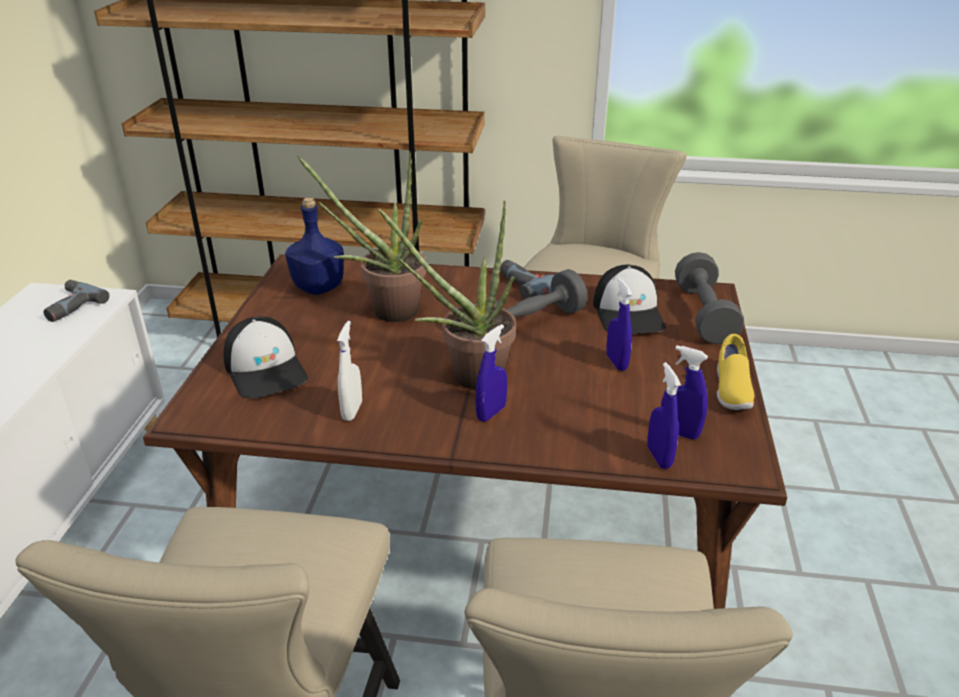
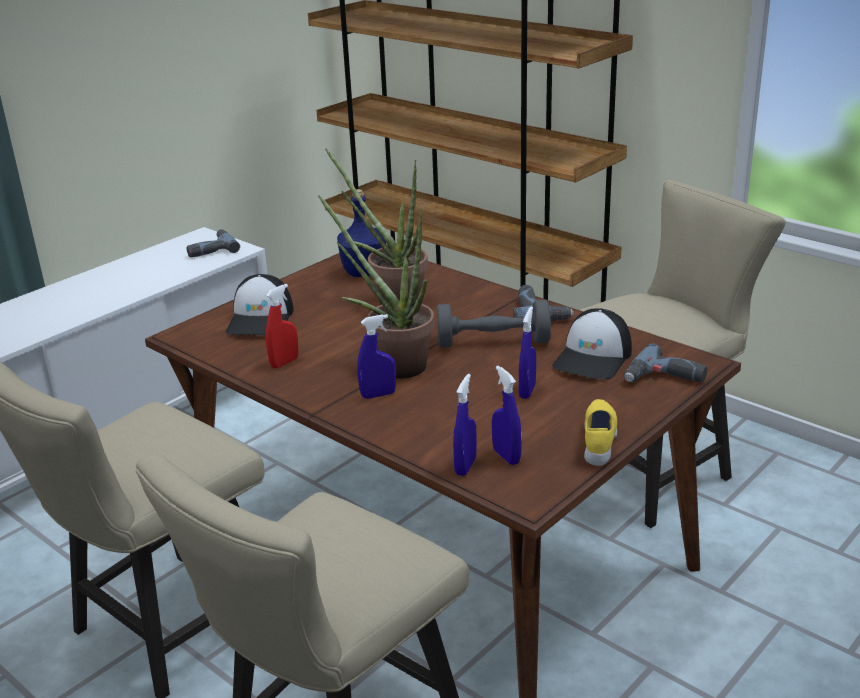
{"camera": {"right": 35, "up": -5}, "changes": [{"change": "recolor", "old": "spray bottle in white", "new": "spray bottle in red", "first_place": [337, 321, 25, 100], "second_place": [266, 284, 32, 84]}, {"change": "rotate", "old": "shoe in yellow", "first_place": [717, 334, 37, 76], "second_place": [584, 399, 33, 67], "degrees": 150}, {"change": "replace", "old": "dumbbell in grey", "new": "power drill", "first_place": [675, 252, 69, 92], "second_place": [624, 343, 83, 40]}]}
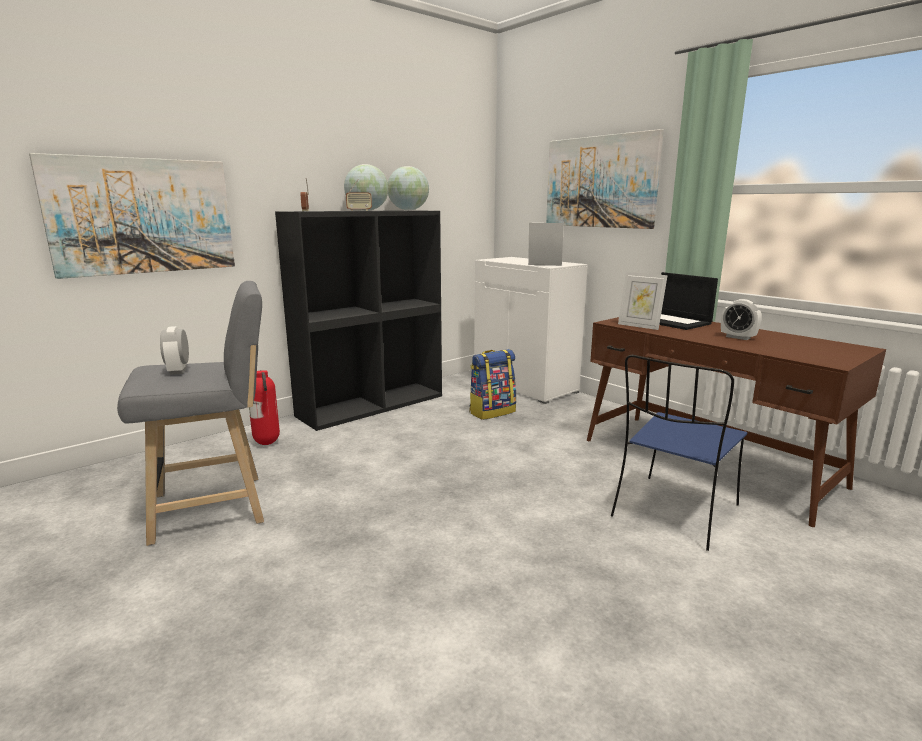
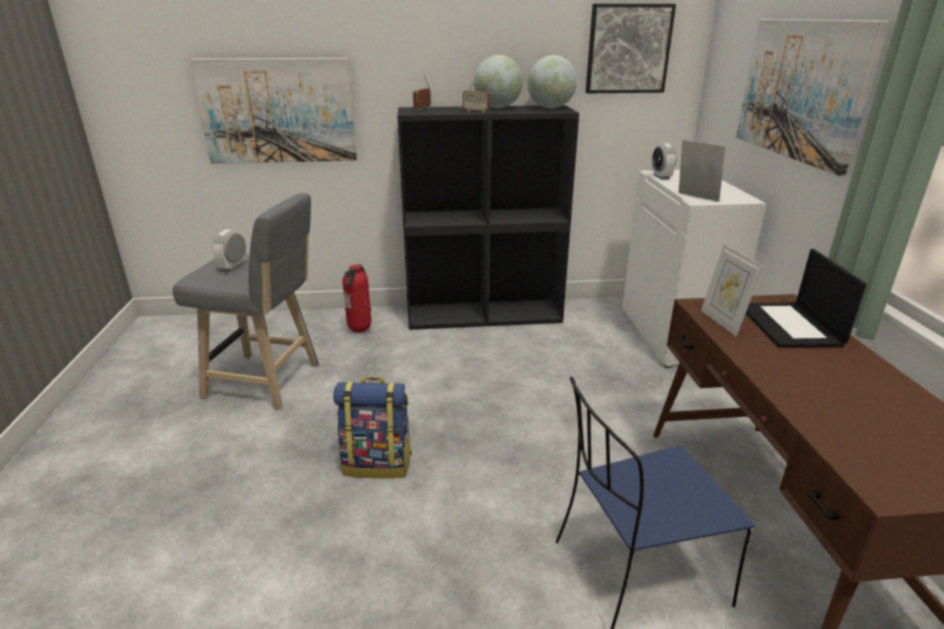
{"camera": {"right": 35, "up": 10}, "changes": [{"change": "move", "old": "backpack", "first_place": [469, 349, 47, 71], "second_place": [333, 377, 79, 102]}, {"change": "insert", "new": "picture", "second_place": [586, 4, 90, 89]}, {"change": "move", "old": "alarm clock", "first_place": [721, 299, 41, 41], "second_place": [652, 143, 25, 36]}]}
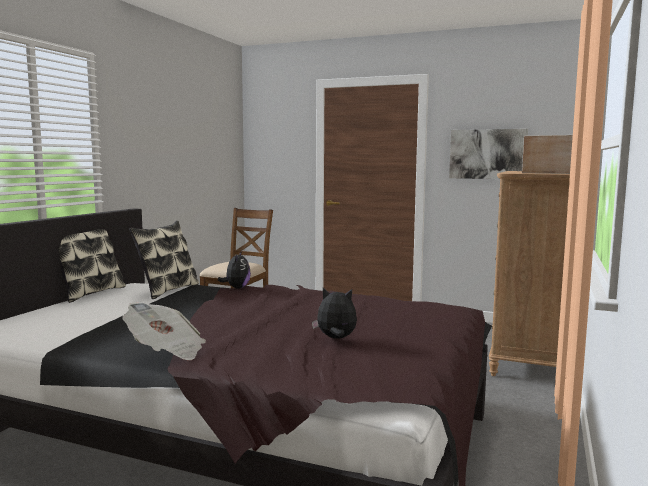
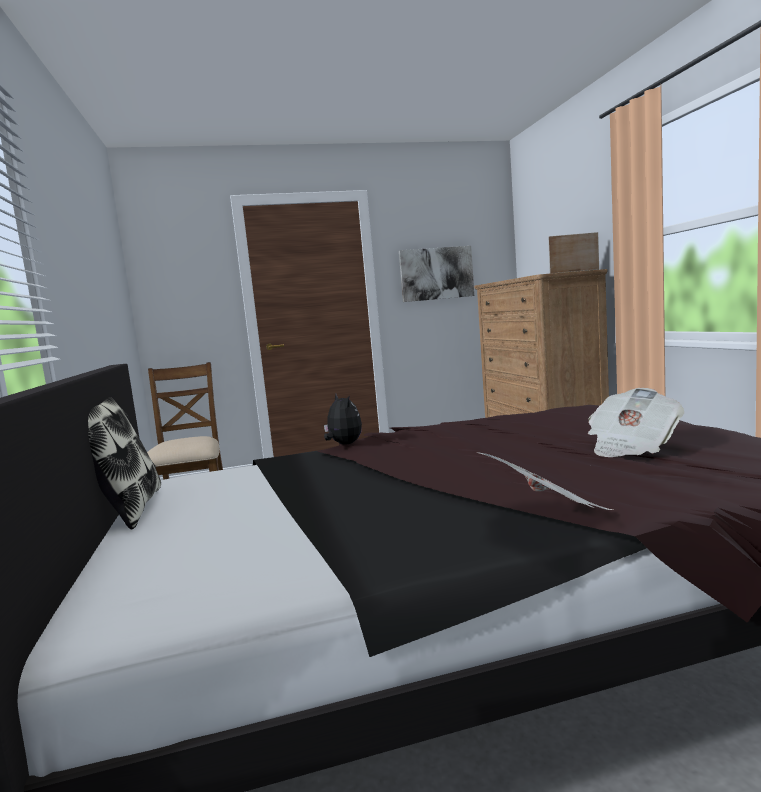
{"camera": {"right": -35, "up": 0}, "changes": [{"change": "replace", "old": "plush toy", "new": "newspaper", "first_place": [312, 288, 45, 51], "second_place": [588, 388, 97, 69]}, {"change": "delete", "old": "pillow", "first_place": [129, 221, 70, 78]}]}
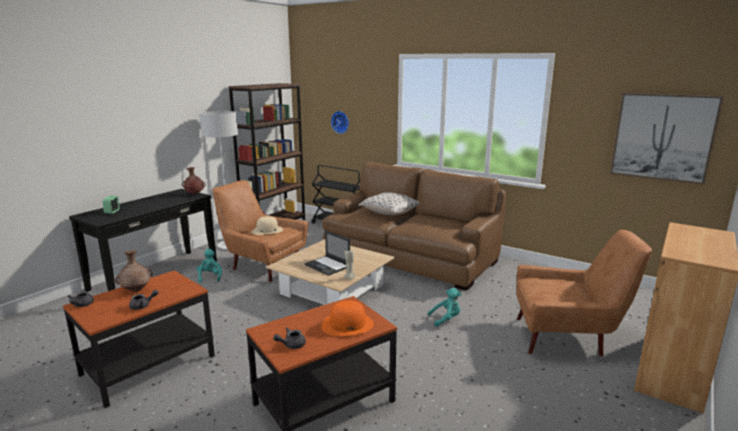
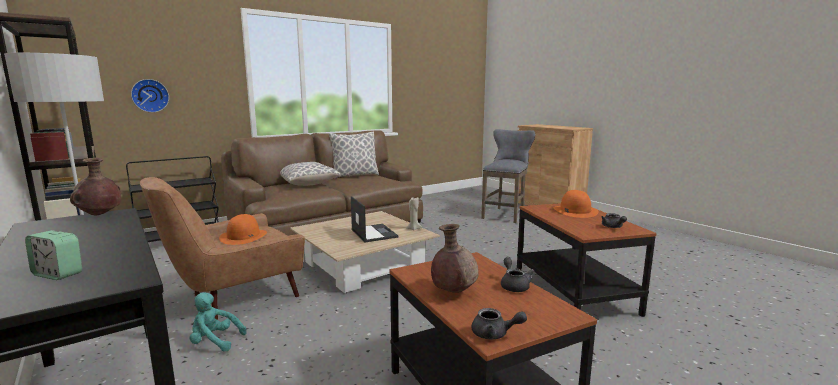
{"camera": {"right": -70, "up": -5}, "changes": [{"change": "recolor", "old": "hat in beige", "new": "hat in orange", "first_place": [252, 216, 31, 19], "second_place": [219, 214, 48, 31]}, {"change": "insert", "new": "pillow", "second_place": [329, 131, 50, 48]}, {"change": "rotate", "old": "laptop", "first_place": [305, 230, 45, 46], "second_place": [351, 196, 48, 46], "degrees": -90}, {"change": "replace", "old": "armchair in brown", "new": "stool in grey", "first_place": [516, 230, 136, 126], "second_place": [481, 129, 54, 94]}, {"change": "delete", "old": "plush toy in turquoise", "first_place": [428, 288, 33, 39]}, {"change": "delete", "old": "picture", "first_place": [610, 93, 113, 92]}]}
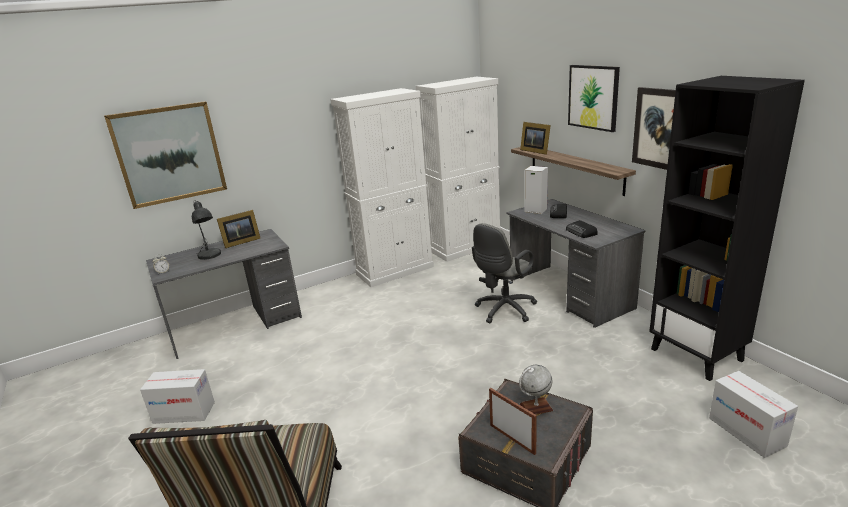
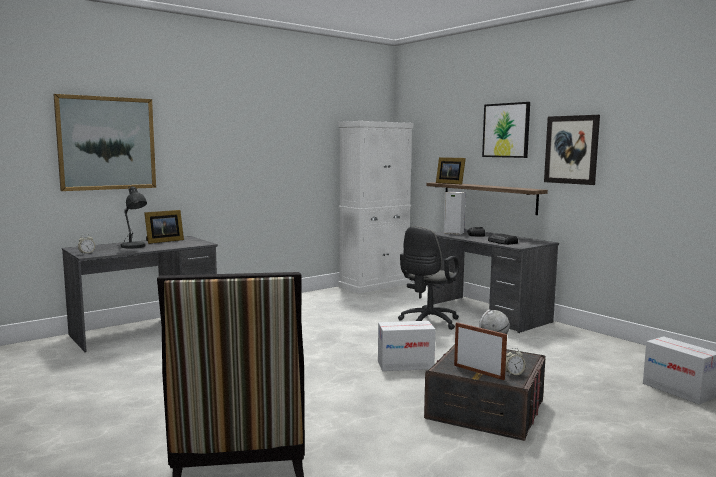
{"camera": {"right": -10, "up": -15}, "changes": [{"change": "move", "old": "cardboard box", "first_place": [140, 369, 75, 55], "second_place": [378, 321, 57, 50]}, {"change": "insert", "new": "alarm clock", "second_place": [505, 348, 21, 28]}, {"change": "delete", "old": "cabinet in white", "first_place": [330, 88, 104, 199]}, {"change": "delete", "old": "bookcase in black", "first_place": [649, 76, 156, 305]}]}
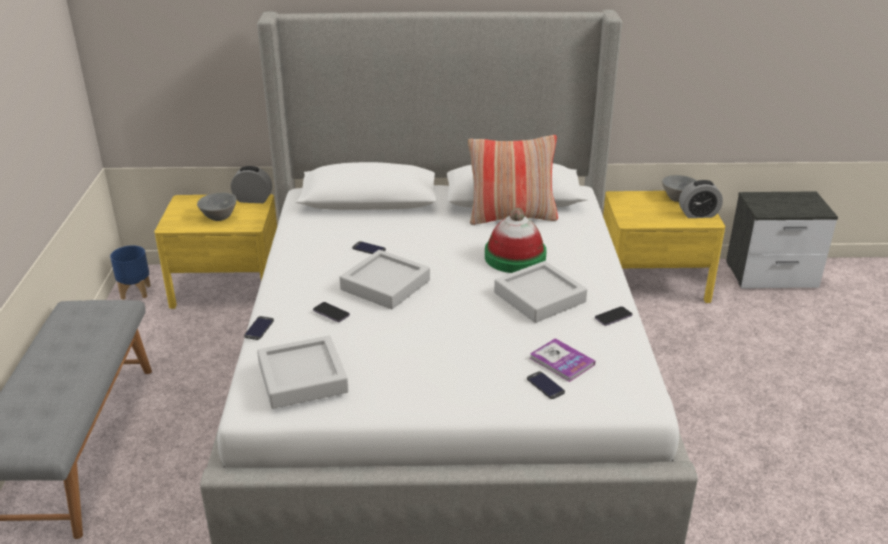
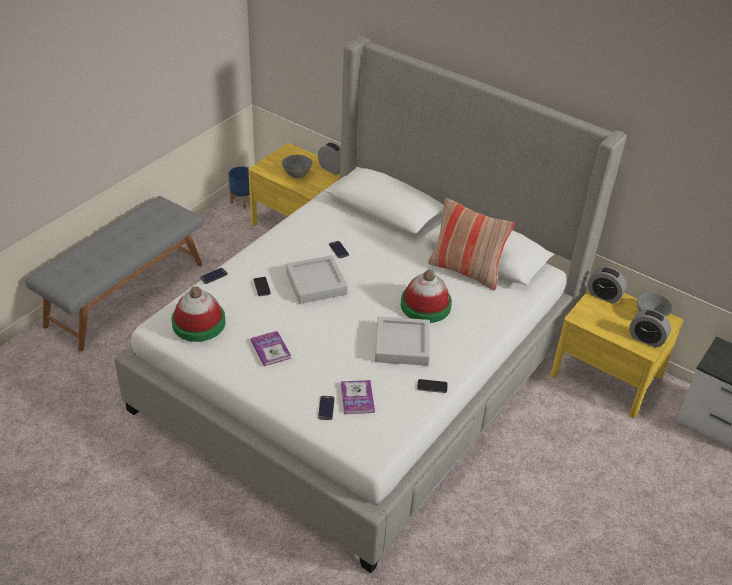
{"camera": {"right": 35, "up": 10}, "changes": [{"change": "replace", "old": "tray in grey", "new": "hat", "first_place": [257, 336, 92, 73], "second_place": [172, 286, 54, 56]}, {"change": "insert", "new": "book", "second_place": [251, 331, 40, 35]}, {"change": "insert", "new": "alarm clock", "second_place": [588, 267, 39, 37]}]}
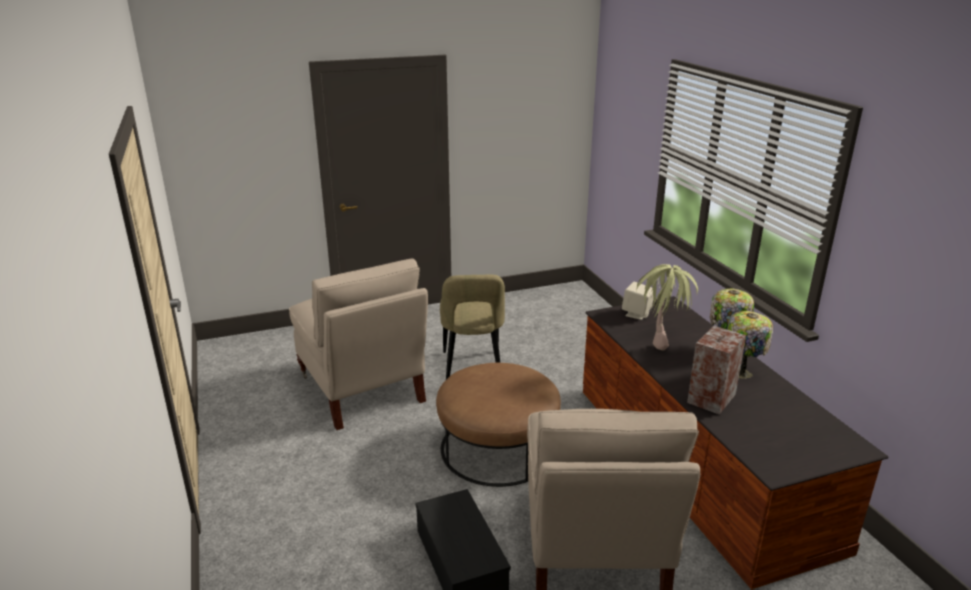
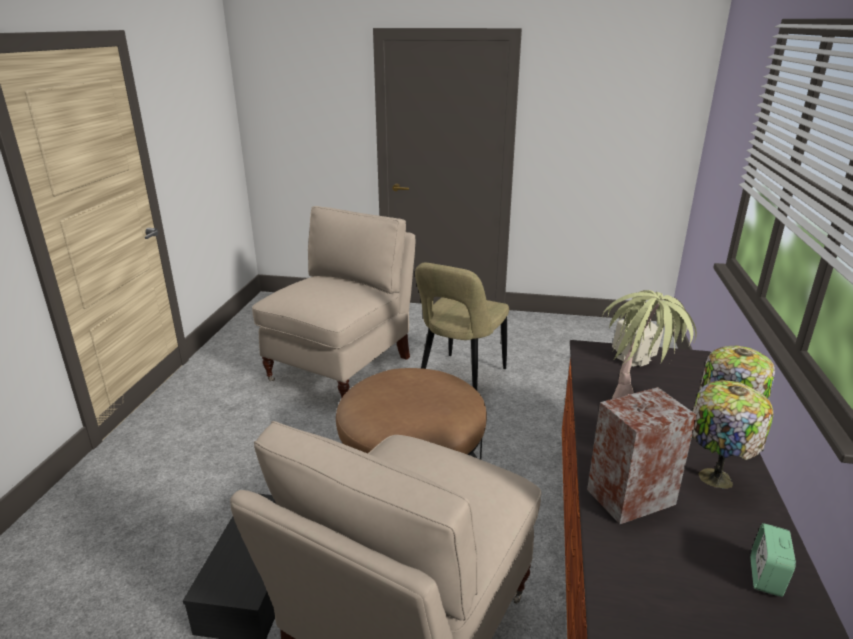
{"camera": {"right": 30, "up": 0}, "changes": [{"change": "rotate", "old": "chair in beige", "first_place": [289, 259, 139, 171], "second_place": [252, 206, 163, 193], "degrees": -150}, {"change": "insert", "new": "alarm clock", "second_place": [751, 523, 45, 74]}]}
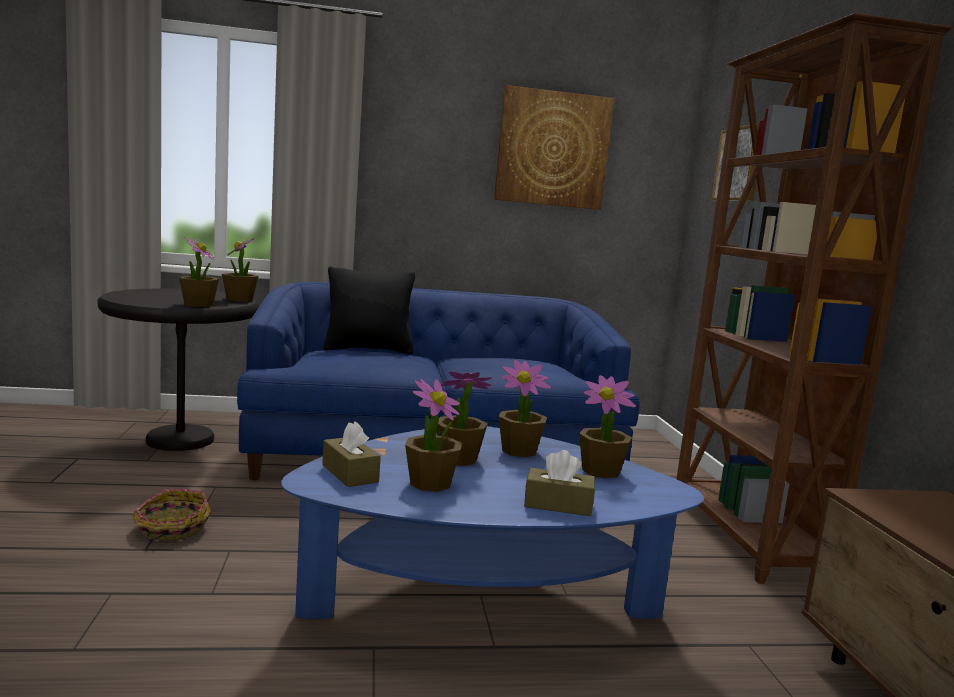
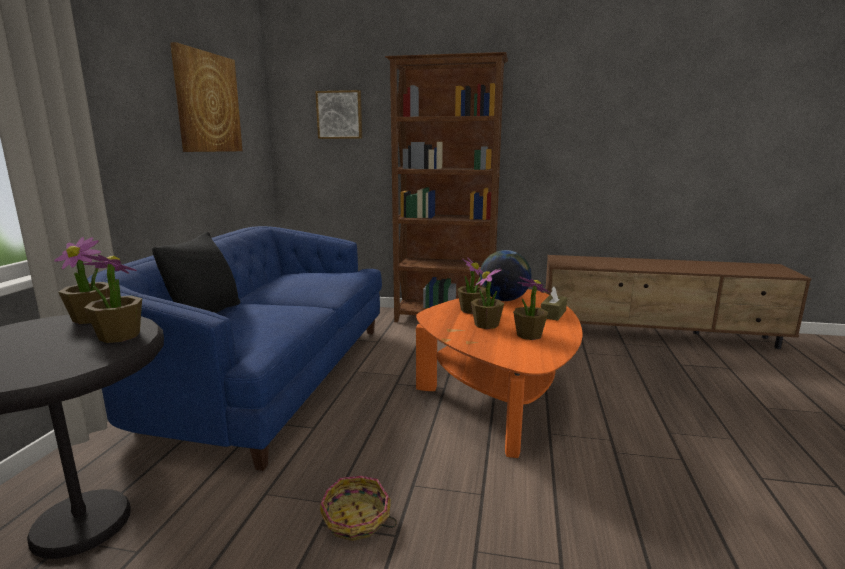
{"camera": {"right": -70, "up": 5}, "changes": [{"change": "recolor", "old": "coffee table in blue", "new": "coffee table in orange", "first_place": [282, 426, 422, 193], "second_place": [416, 289, 166, 169]}, {"change": "replace", "old": "potted plant", "new": "globe", "first_place": [579, 375, 57, 103], "second_place": [480, 250, 52, 51]}, {"change": "delete", "old": "tissue box in brown", "first_place": [322, 422, 59, 65]}]}
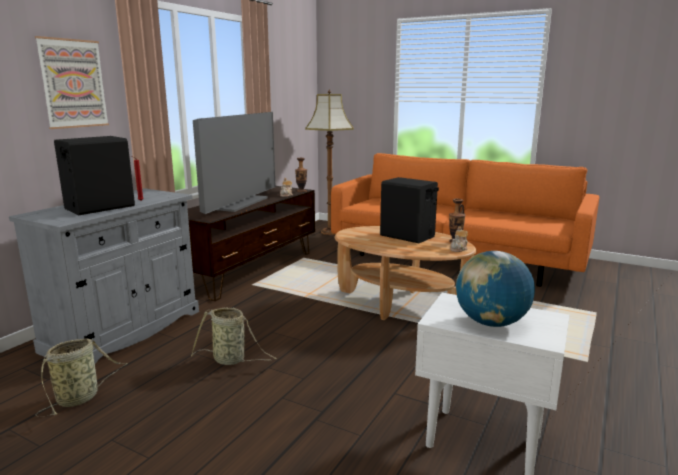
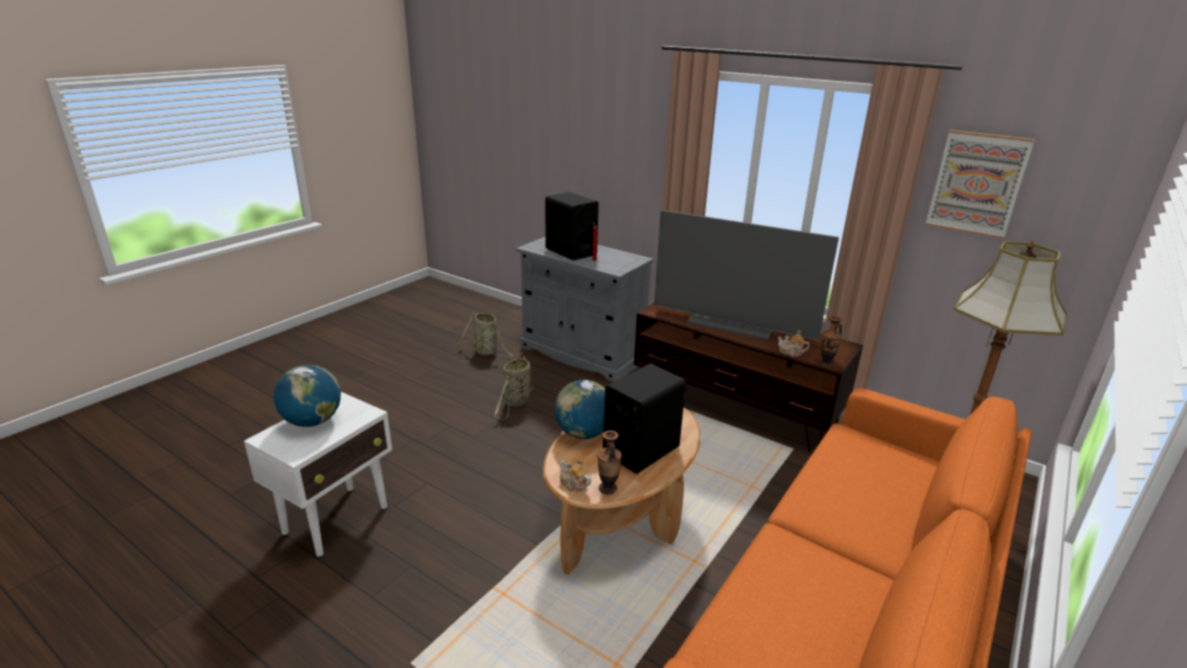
{"camera": {"right": 95, "up": 10}, "changes": [{"change": "insert", "new": "globe", "second_place": [555, 380, 50, 59]}, {"change": "move", "old": "picture", "first_place": [35, 36, 74, 93], "second_place": [925, 130, 110, 109]}]}
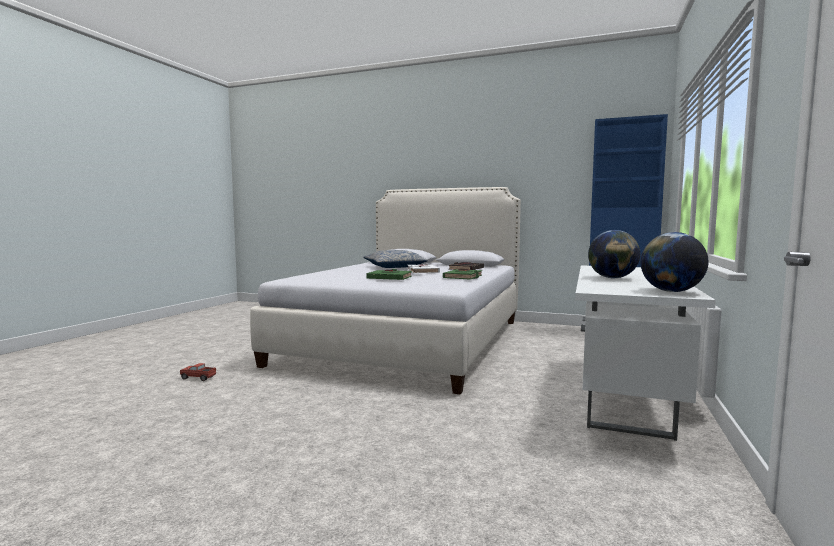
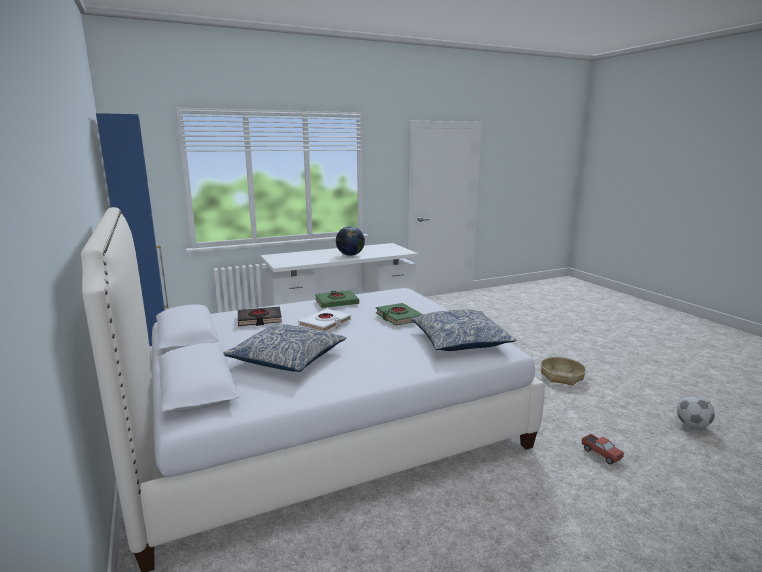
{"camera": {"right": -135, "up": 10}, "changes": [{"change": "insert", "new": "pillow", "second_place": [411, 309, 105, 42]}, {"change": "insert", "new": "basket", "second_place": [541, 357, 45, 29]}, {"change": "insert", "new": "football", "second_place": [677, 395, 38, 33]}, {"change": "delete", "old": "globe", "first_place": [641, 232, 68, 60]}]}
